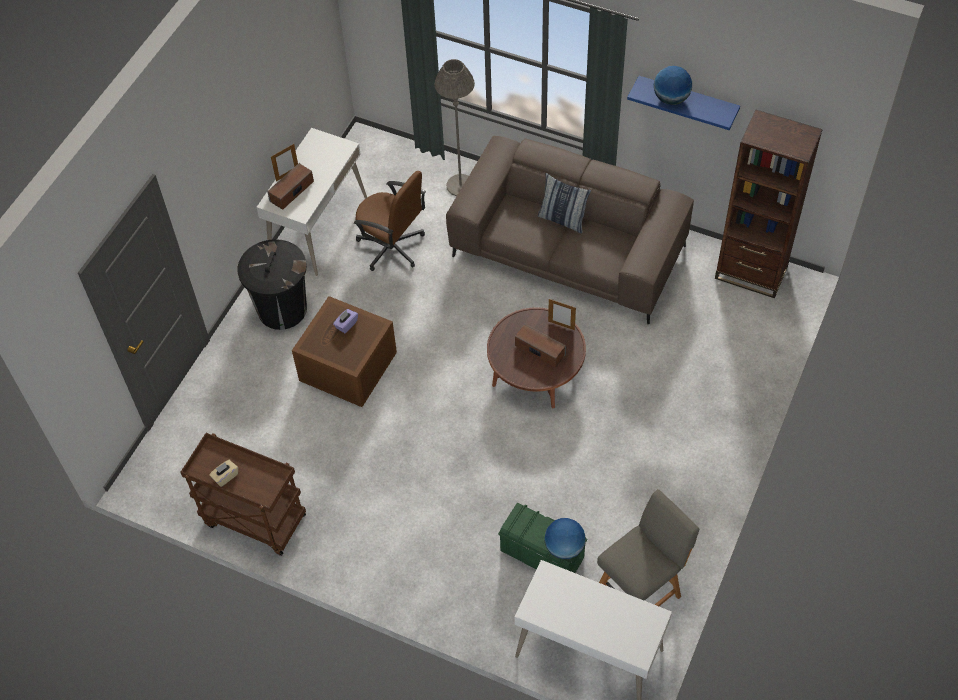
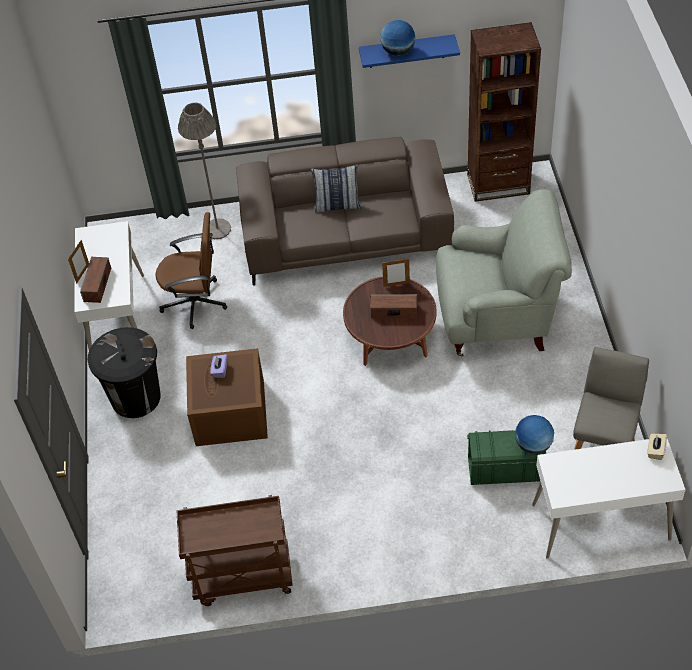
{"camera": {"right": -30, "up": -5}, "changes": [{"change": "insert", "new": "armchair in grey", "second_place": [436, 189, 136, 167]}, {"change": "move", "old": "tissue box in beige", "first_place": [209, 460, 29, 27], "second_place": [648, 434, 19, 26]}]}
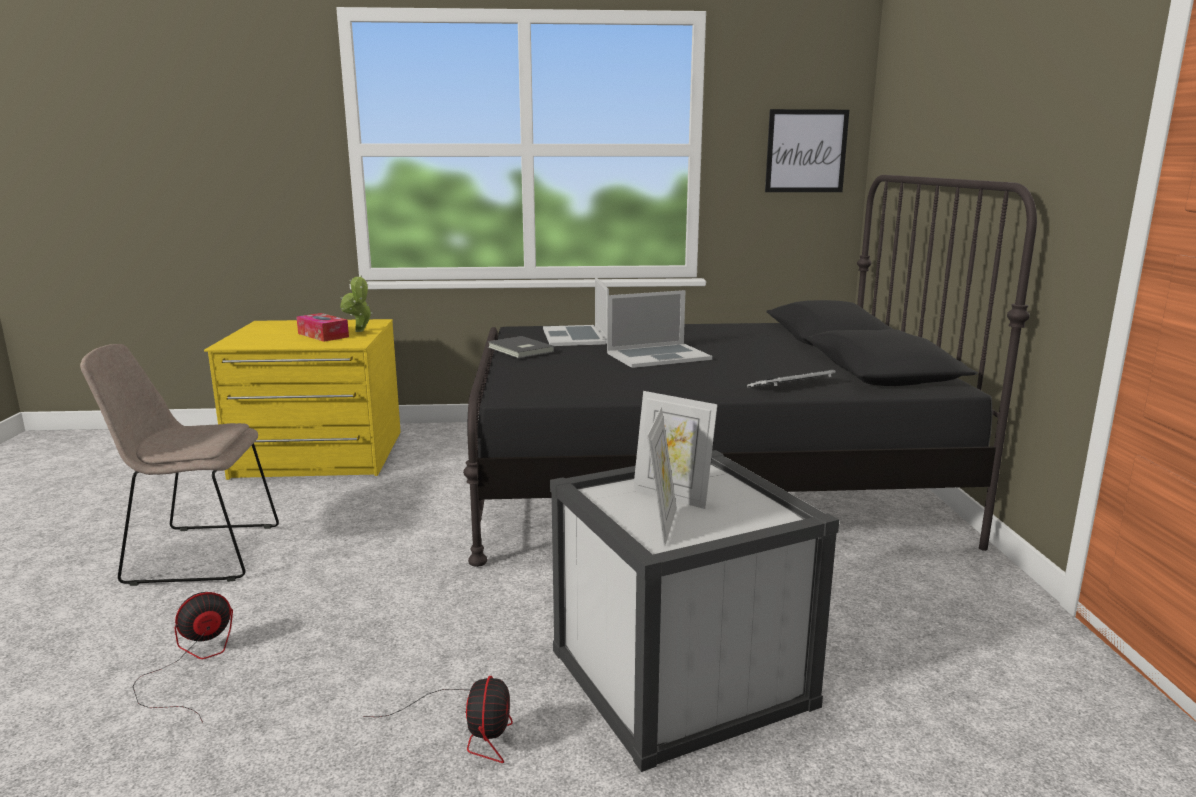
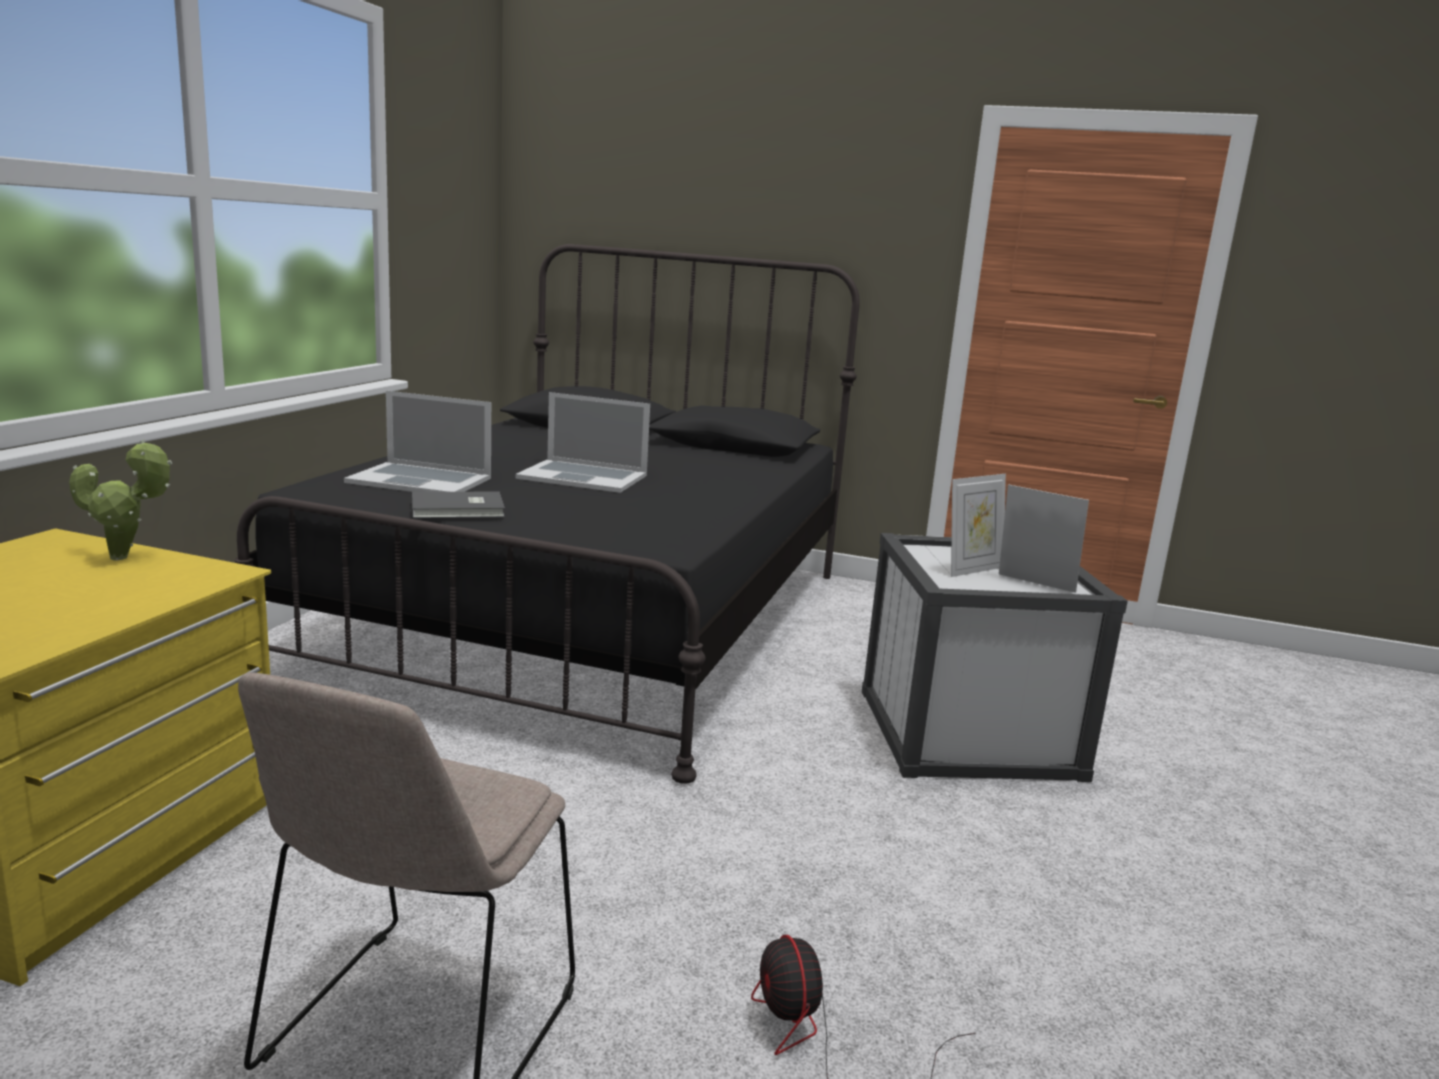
{"camera": {"right": -70, "up": 0}, "changes": [{"change": "rotate", "old": "laptop", "first_place": [607, 290, 105, 78], "second_place": [515, 392, 135, 101], "degrees": 105}, {"change": "delete", "old": "tissue box", "first_place": [296, 313, 53, 29]}, {"change": "delete", "old": "fan", "first_place": [363, 676, 150, 87]}, {"change": "delete", "old": "keyboard", "first_place": [747, 369, 89, 19]}, {"change": "delete", "old": "picture", "first_place": [765, 109, 84, 83]}]}
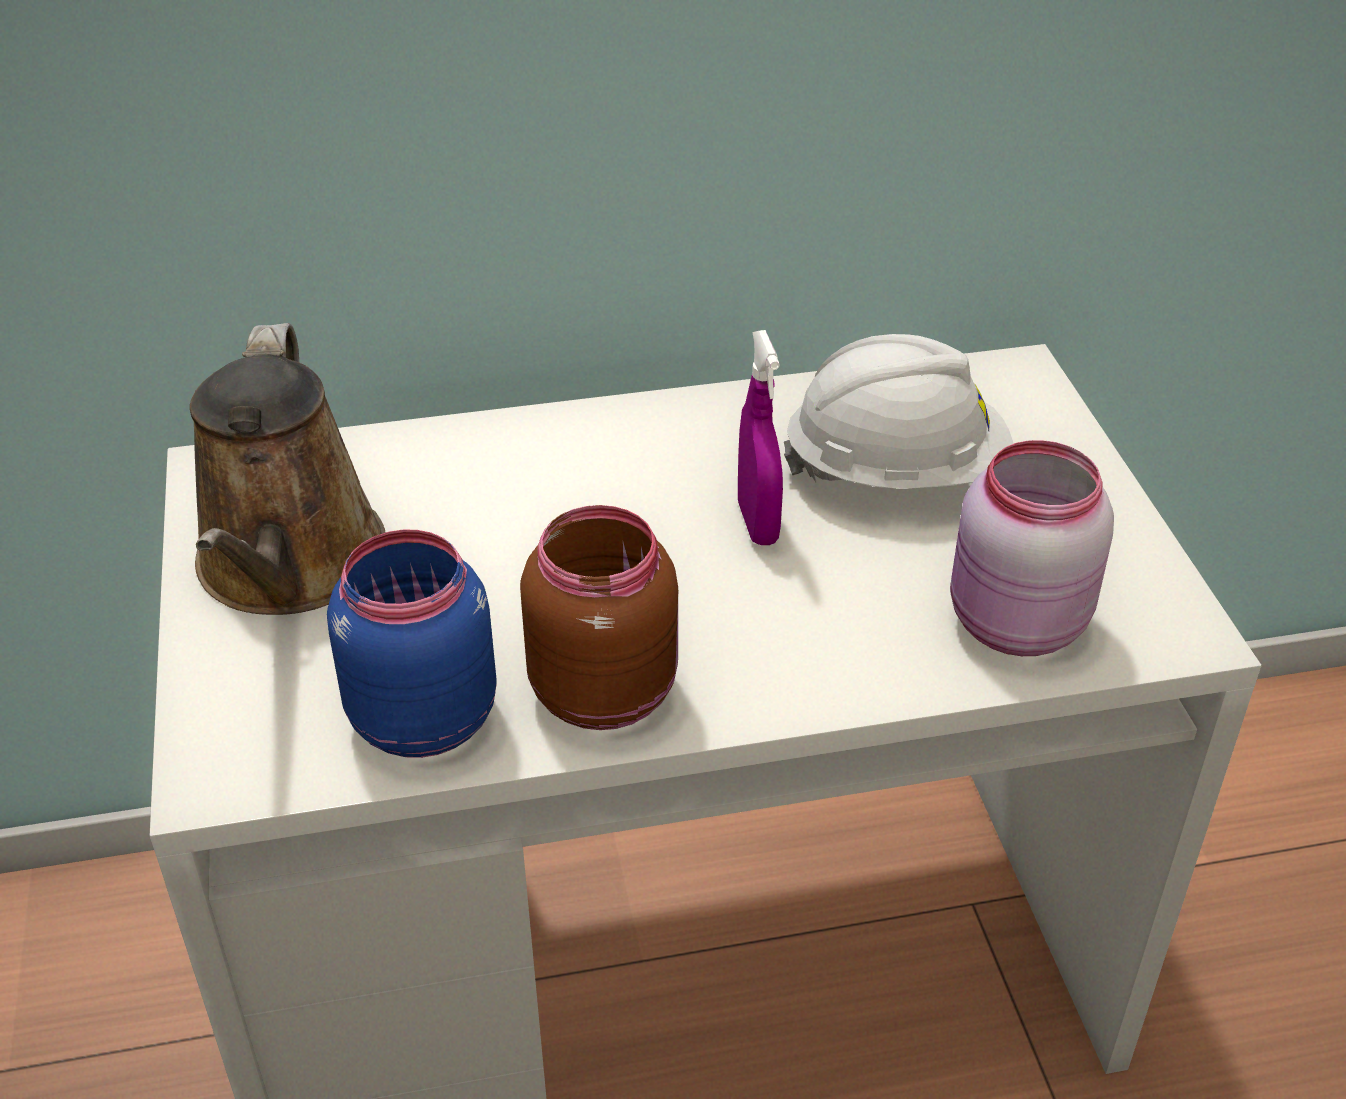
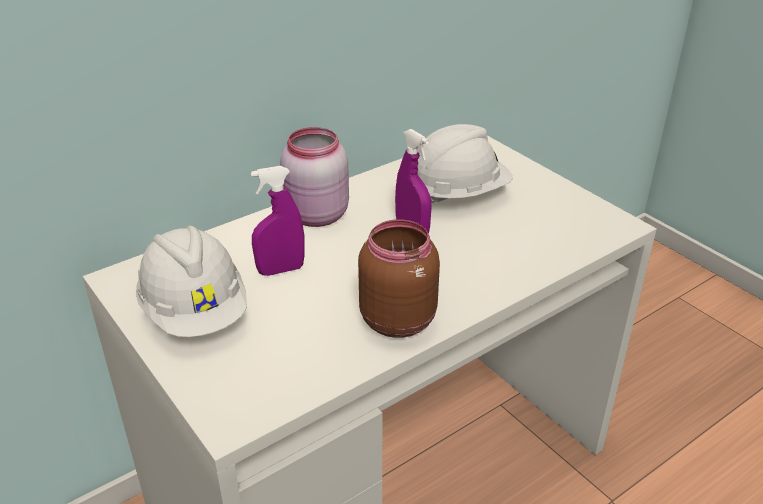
{"camera": {"right": -25, "up": -5}, "changes": [{"change": "replace", "old": "watering can in brown", "new": "hard hat in white", "first_place": [190, 323, 196, 292], "second_place": [136, 225, 111, 112]}, {"change": "insert", "new": "spray bottle in purple", "second_place": [251, 166, 54, 110]}, {"change": "move", "old": "jar in pink", "first_place": [950, 440, 164, 216], "second_place": [280, 127, 69, 100]}, {"change": "delete", "old": "jar in blue", "first_place": [327, 530, 170, 228]}]}
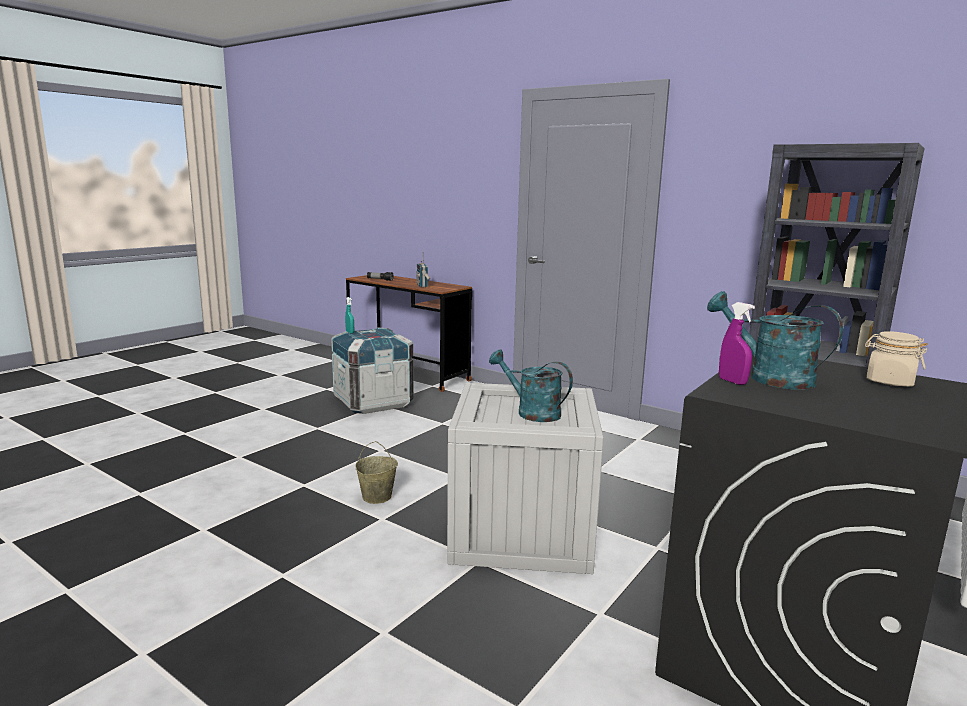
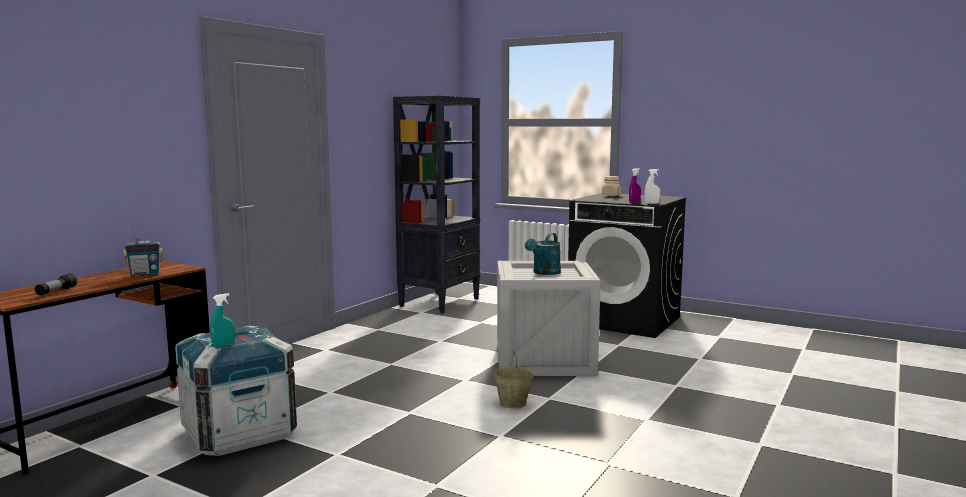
{"camera": {"right": -95, "up": -5}, "changes": [{"change": "insert", "new": "spray bottle in white", "second_place": [644, 169, 16, 35]}, {"change": "delete", "old": "watering can in turquoise", "first_place": [707, 291, 136, 99]}]}
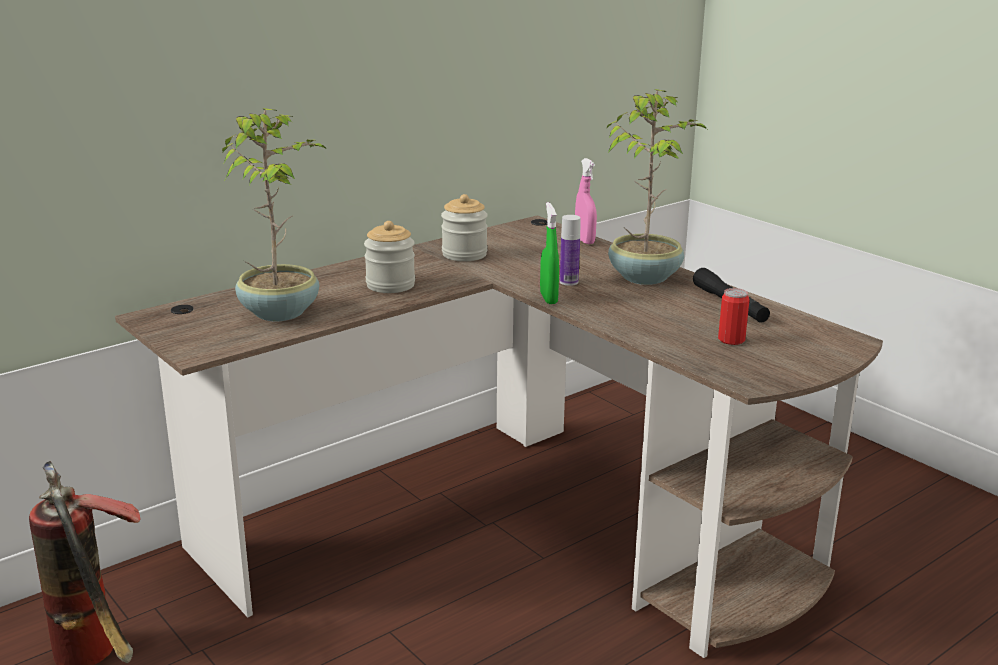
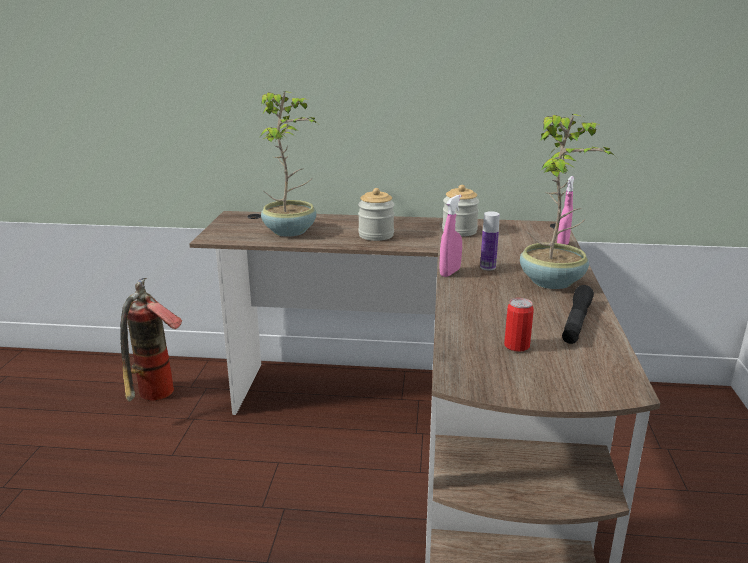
{"camera": {"right": 45, "up": 0}, "changes": [{"change": "recolor", "old": "spray bottle in green", "new": "spray bottle in pink", "first_place": [540, 202, 19, 102], "second_place": [439, 195, 23, 82]}]}
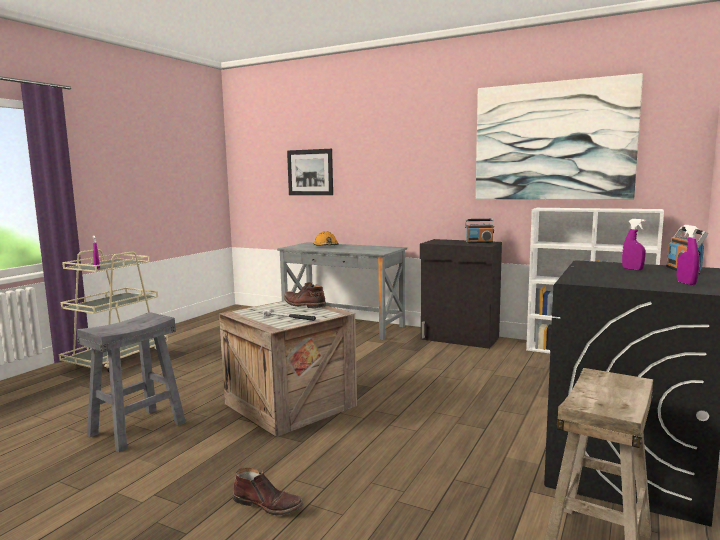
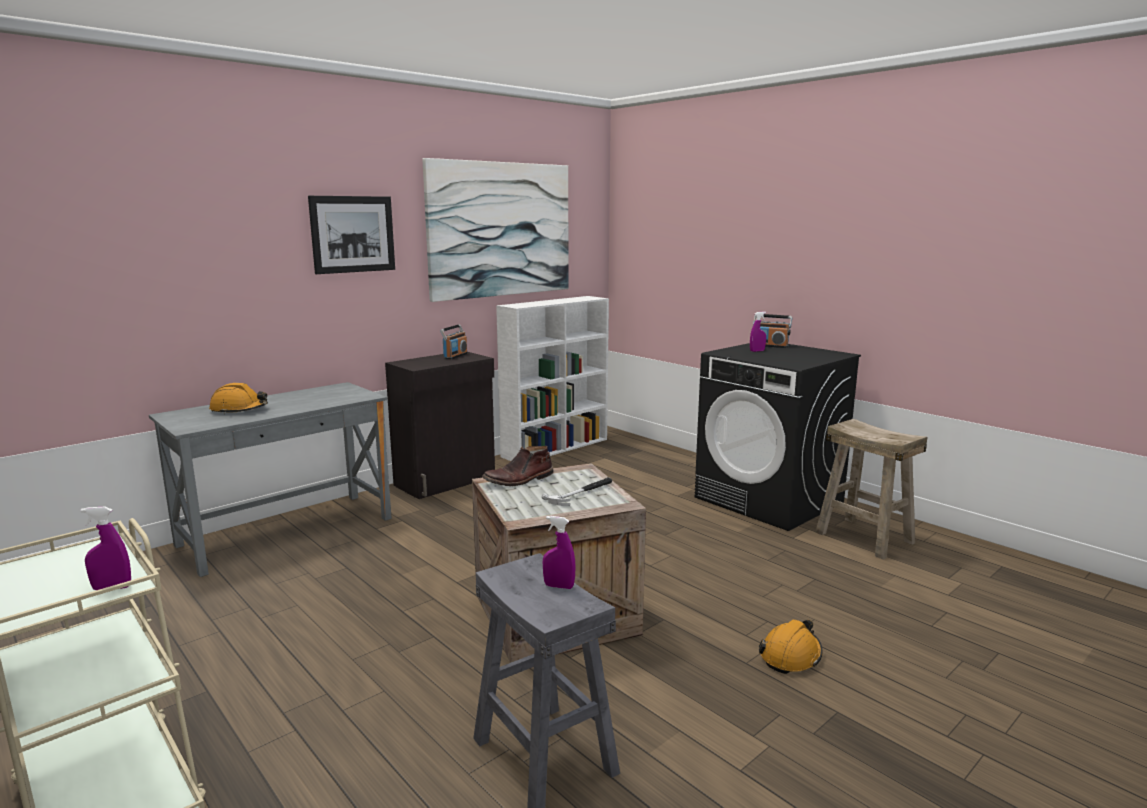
{"camera": {"right": -70, "up": 5}, "changes": [{"change": "move", "old": "picture", "first_place": [287, 149, 46, 46], "second_place": [308, 196, 87, 78]}, {"change": "move", "old": "spray bottle in purple", "first_place": [677, 225, 22, 60], "second_place": [543, 516, 33, 73]}, {"change": "replace", "old": "boot in brown", "new": "hard hat in orange", "first_place": [232, 467, 72, 48], "second_place": [759, 620, 63, 54]}]}
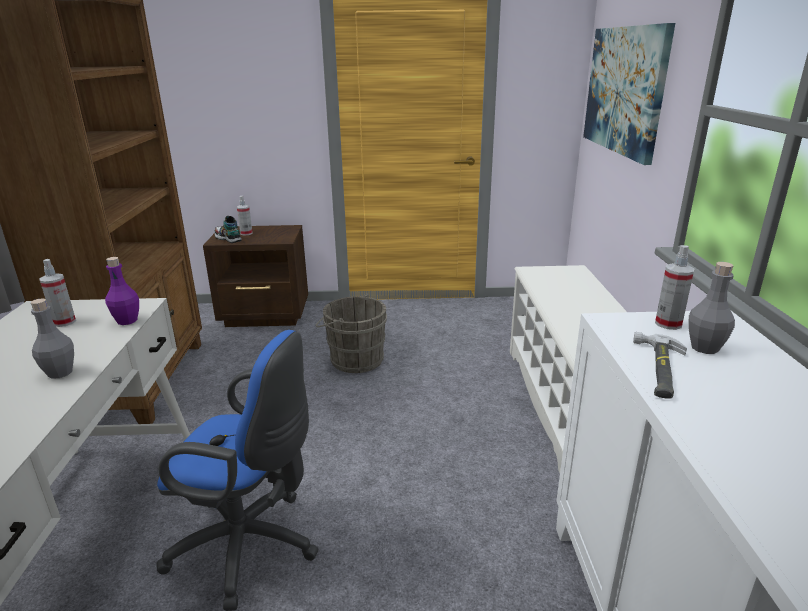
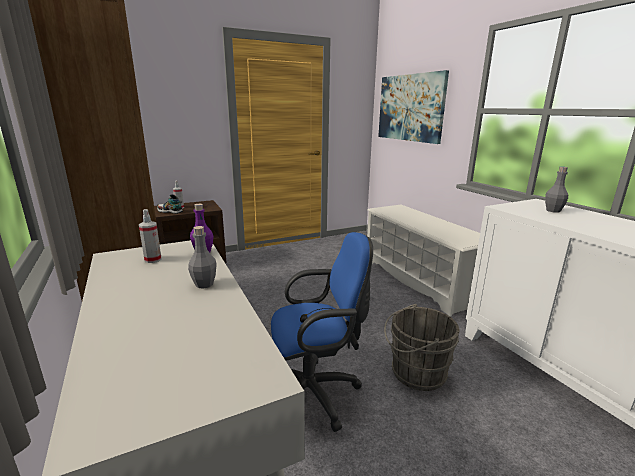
{"camera": {"right": -25, "up": -5}, "changes": [{"change": "move", "old": "bucket in grey", "first_place": [316, 294, 71, 79], "second_place": [384, 304, 76, 87]}, {"change": "delete", "old": "hammer", "first_place": [633, 332, 54, 67]}, {"change": "delete", "old": "spray bottle", "first_place": [655, 245, 39, 85]}]}
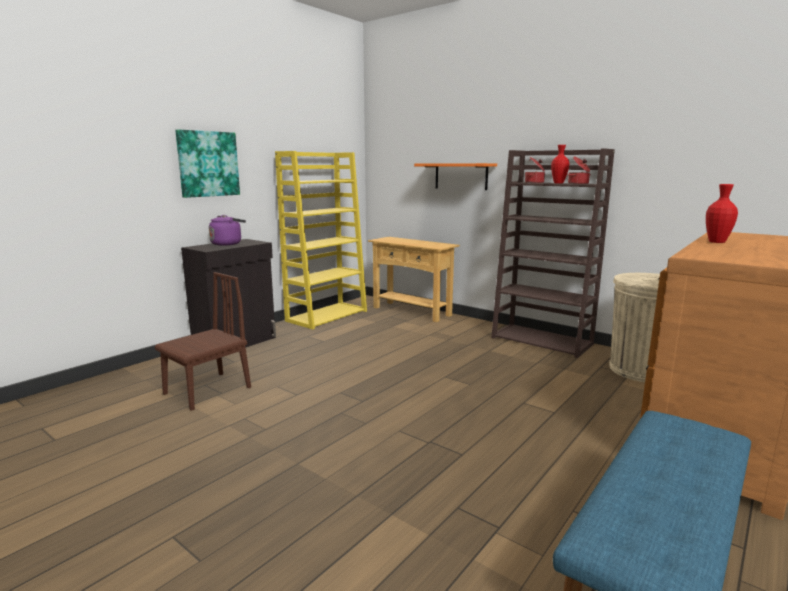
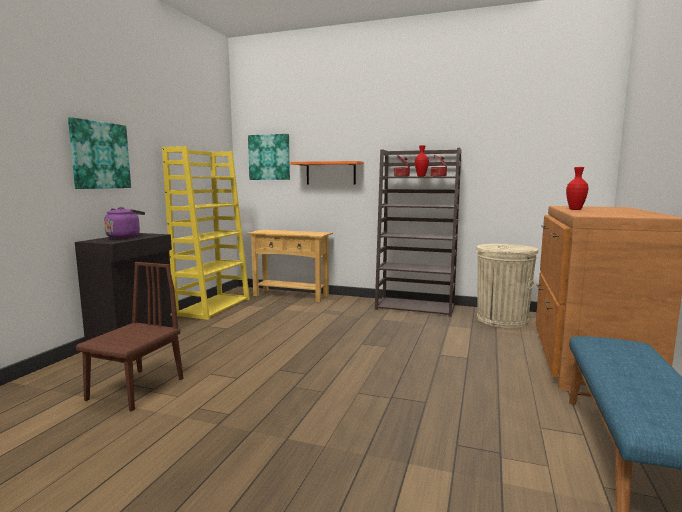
{"camera": {"right": -20, "up": -5}, "changes": [{"change": "insert", "new": "picture", "second_place": [248, 134, 42, 46]}]}
